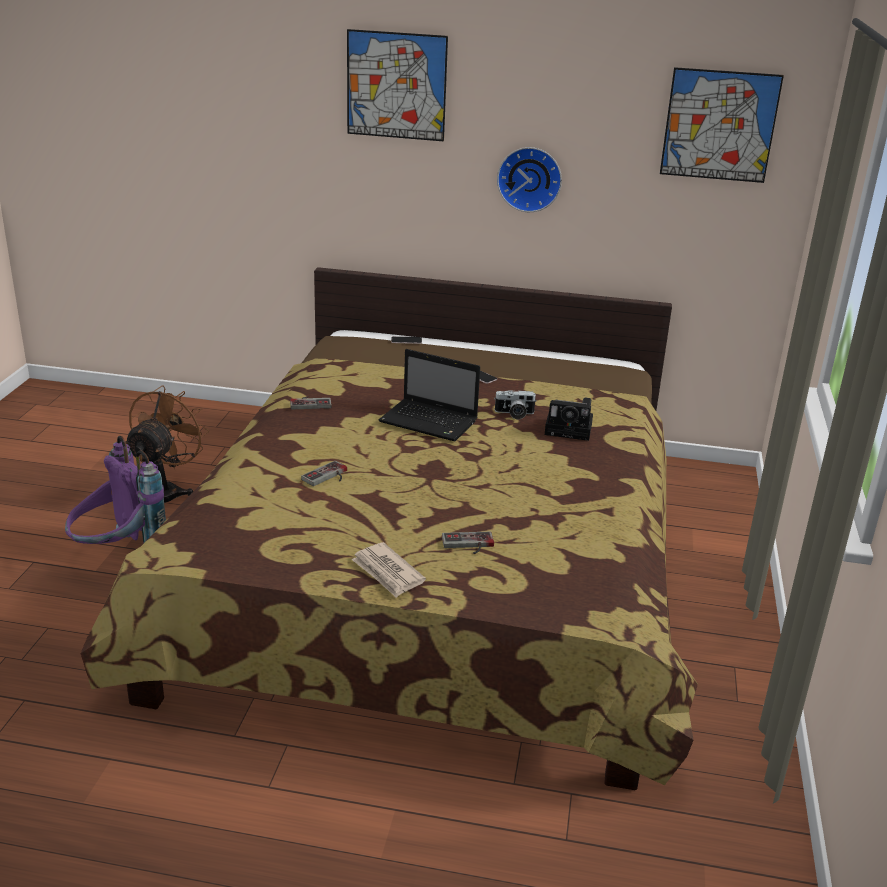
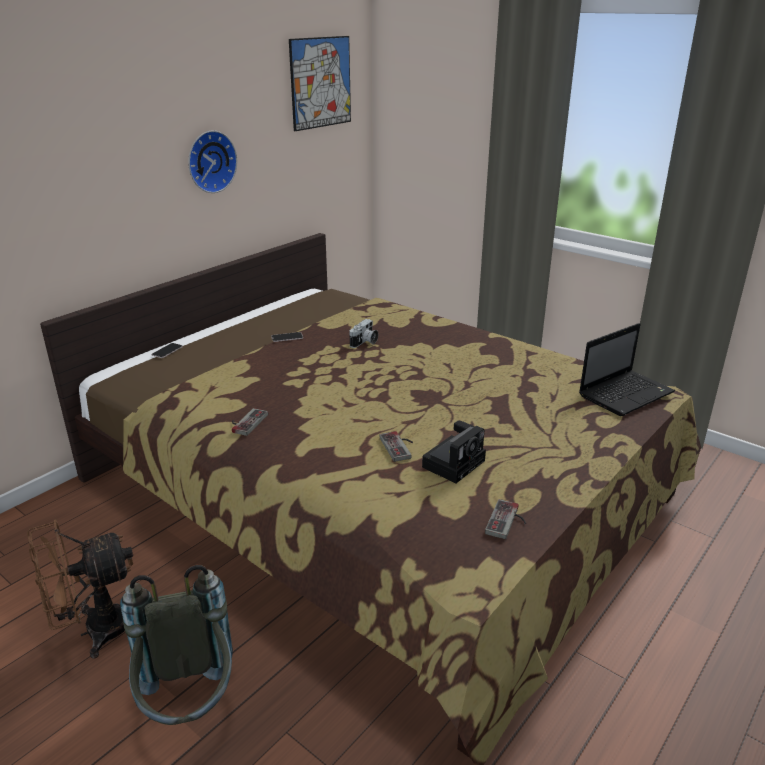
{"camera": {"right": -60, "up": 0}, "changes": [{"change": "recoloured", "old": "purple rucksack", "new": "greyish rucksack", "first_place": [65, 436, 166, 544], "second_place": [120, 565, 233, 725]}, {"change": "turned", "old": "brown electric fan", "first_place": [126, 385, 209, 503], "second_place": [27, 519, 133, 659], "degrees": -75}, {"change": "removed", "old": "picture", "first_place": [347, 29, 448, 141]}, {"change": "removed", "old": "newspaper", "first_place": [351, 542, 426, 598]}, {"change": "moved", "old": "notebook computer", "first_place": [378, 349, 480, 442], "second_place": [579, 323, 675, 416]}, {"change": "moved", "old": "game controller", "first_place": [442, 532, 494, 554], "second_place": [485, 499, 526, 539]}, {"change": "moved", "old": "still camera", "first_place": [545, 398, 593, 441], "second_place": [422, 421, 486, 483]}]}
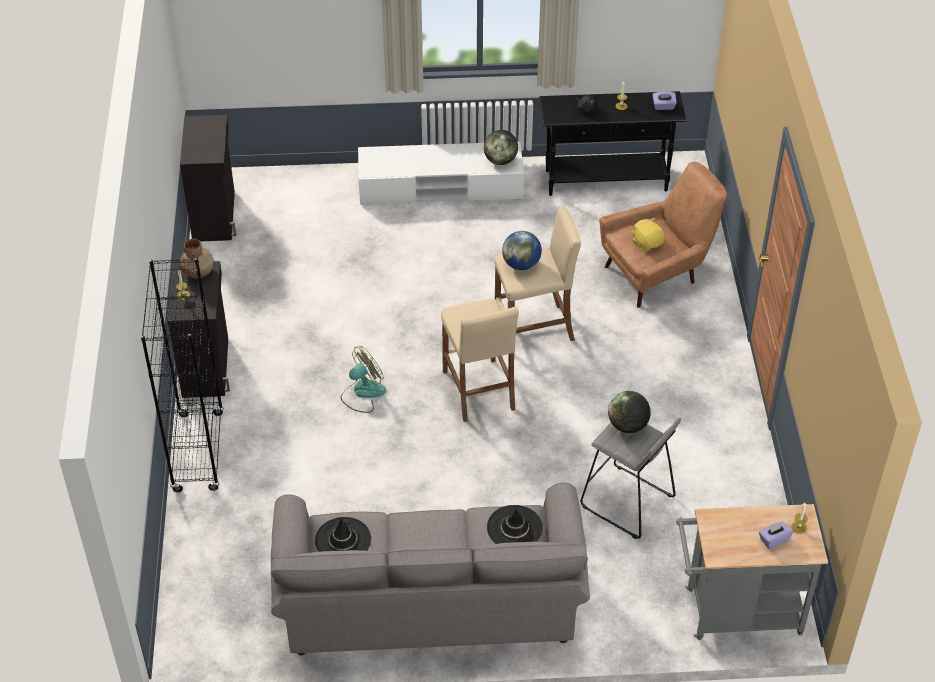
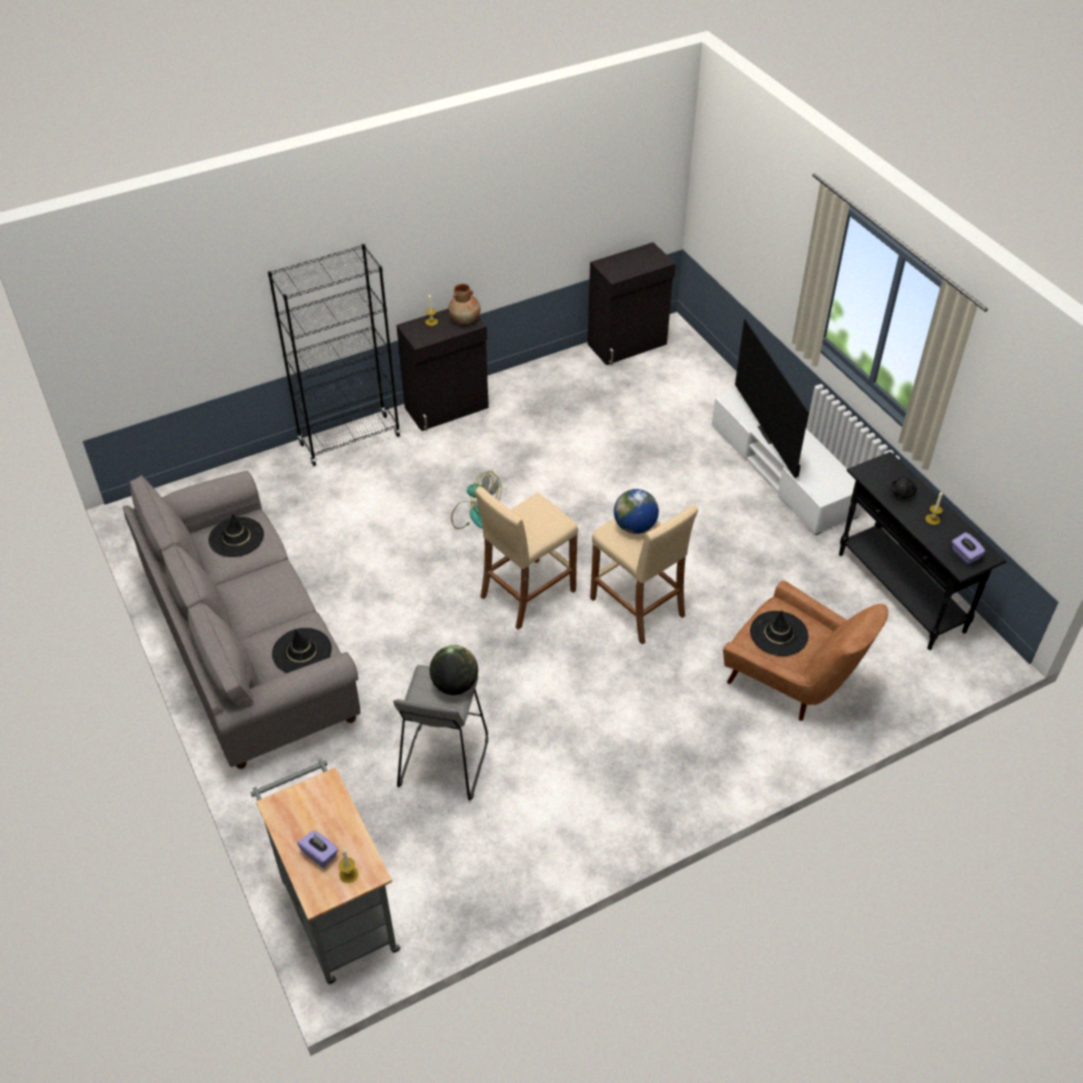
{"camera": {"right": 65, "up": 0}, "changes": [{"change": "removed", "old": "globe", "first_place": [484, 130, 518, 165]}, {"change": "replaced", "old": "yellow-coloured plush toy", "new": "blackish clothing hat", "first_place": [631, 218, 665, 252], "second_place": [750, 611, 808, 656]}, {"change": "added", "new": "TV", "second_place": [735, 319, 809, 478]}]}
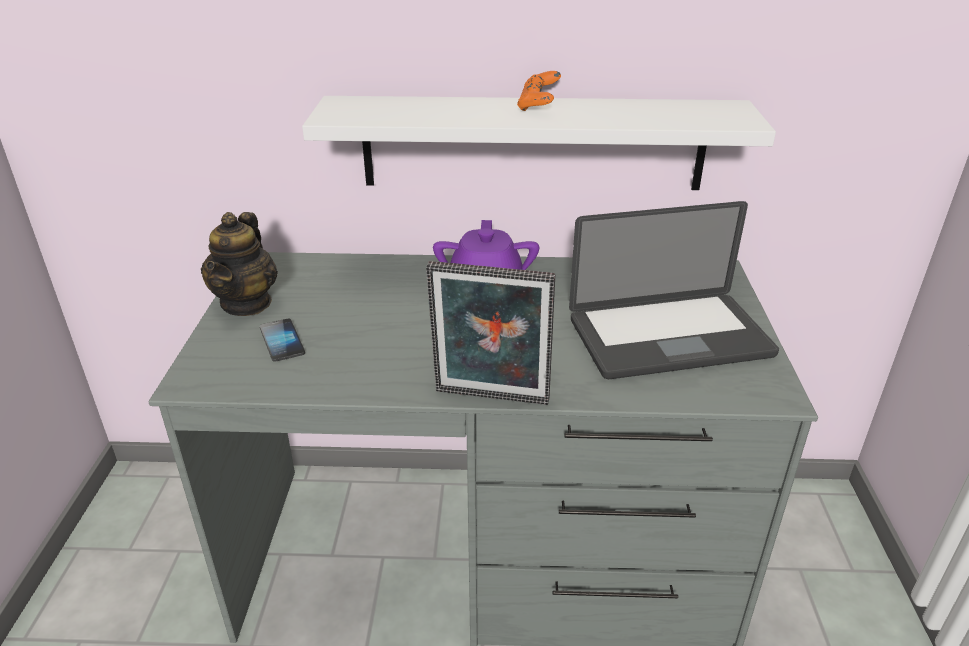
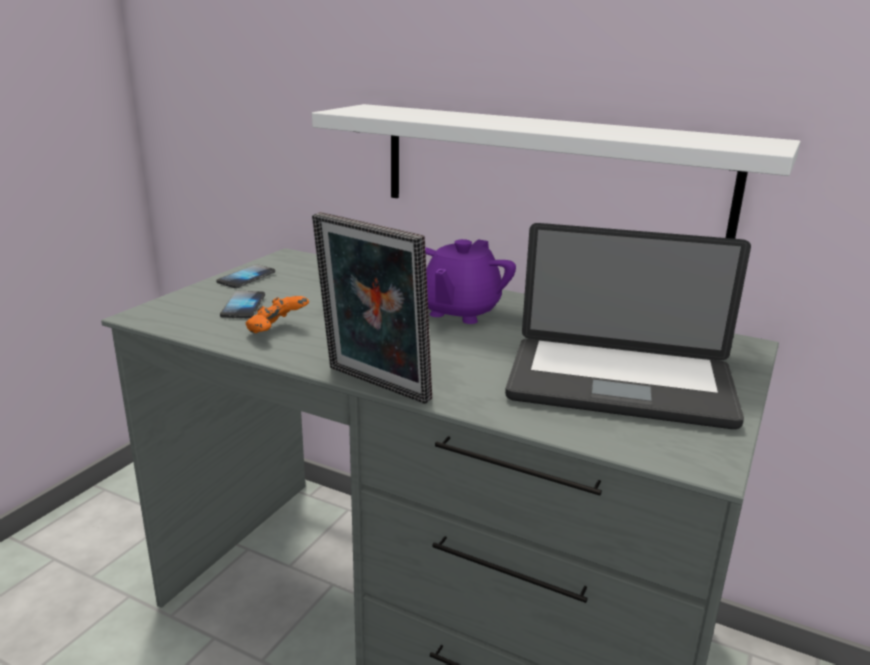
{"camera": {"right": 25, "up": -10}, "changes": [{"change": "replaced", "old": "teapot", "new": "telephone", "first_place": [201, 212, 278, 316], "second_place": [216, 264, 275, 288]}, {"change": "moved", "old": "orange-coloured game controller", "first_place": [517, 71, 561, 111], "second_place": [246, 296, 309, 333]}]}
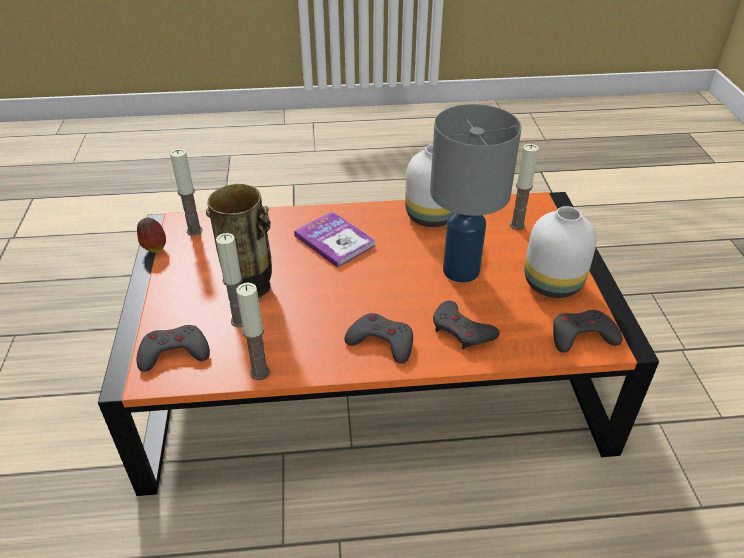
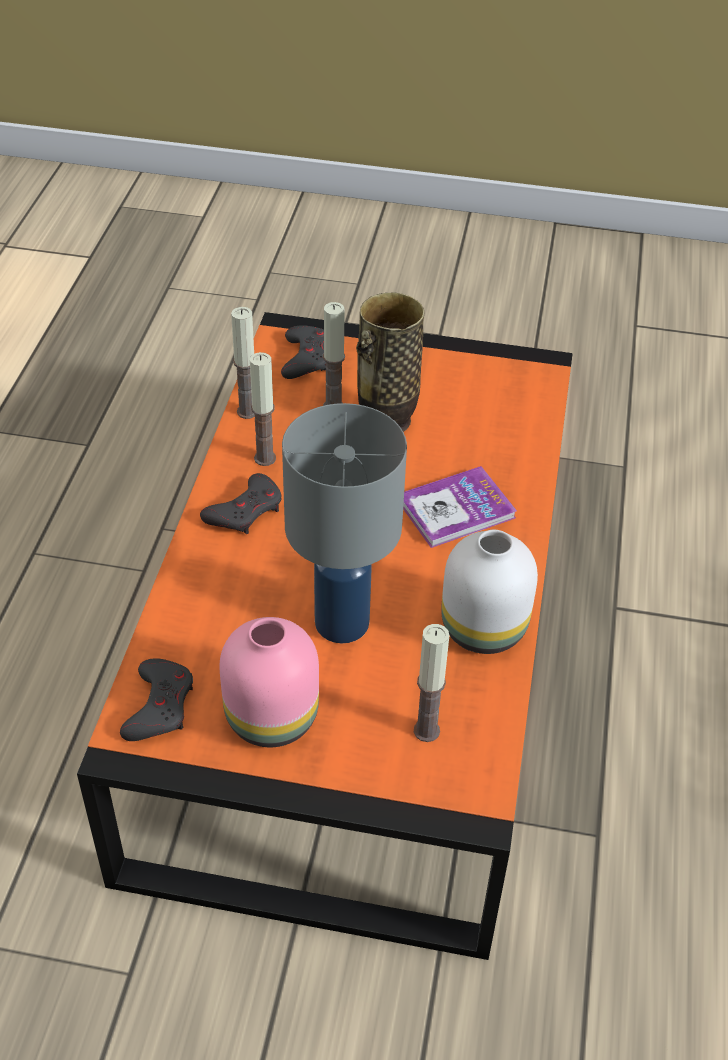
{"camera": {"right": 105, "up": 5}, "changes": [{"change": "removed", "old": "apple", "first_place": [137, 218, 166, 253]}, {"change": "moved", "old": "candle", "first_place": [170, 149, 203, 236], "second_place": [250, 352, 276, 466]}, {"change": "removed", "old": "greyish game controller", "first_place": [433, 300, 500, 349]}, {"change": "recoloured", "old": "white decorative vase", "new": "pink-coloured decorative vase", "first_place": [524, 206, 596, 298], "second_place": [220, 617, 319, 747]}]}
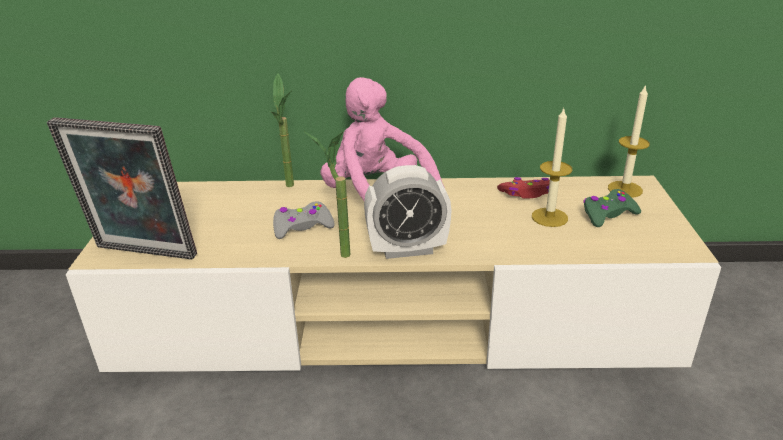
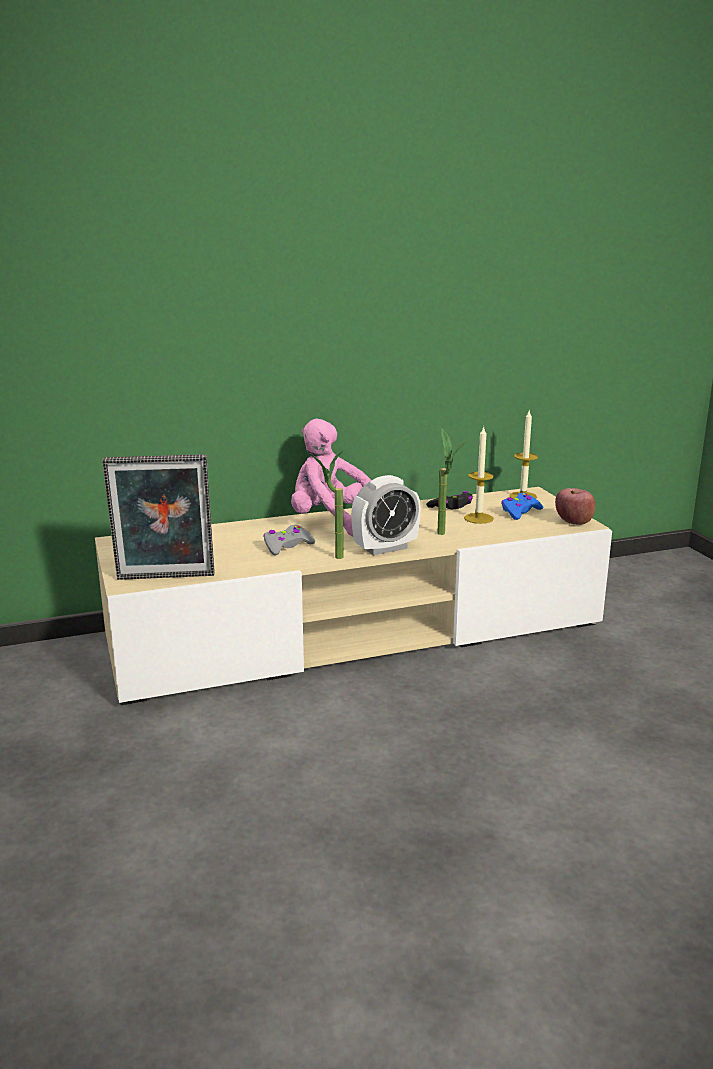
{"camera": {"right": -20, "up": -10}, "changes": [{"change": "moved", "old": "houseplant", "first_place": [270, 73, 294, 187], "second_place": [437, 428, 468, 535]}, {"change": "recoloured", "old": "red-coloured game controller", "new": "blackish game controller", "first_place": [497, 177, 550, 199], "second_place": [426, 491, 473, 509]}, {"change": "recoloured", "old": "greenish game controller", "new": "blue game controller", "first_place": [583, 189, 641, 227], "second_place": [501, 493, 543, 520]}, {"change": "added", "new": "apple", "second_place": [555, 488, 595, 525]}]}
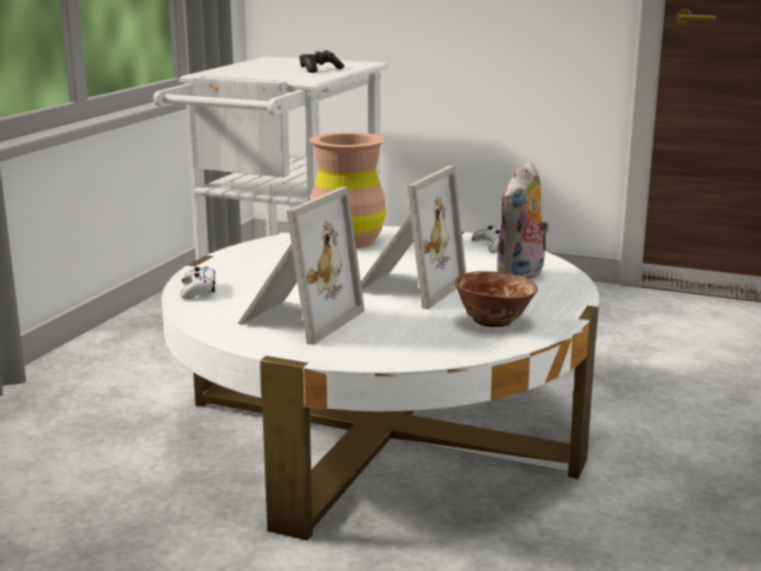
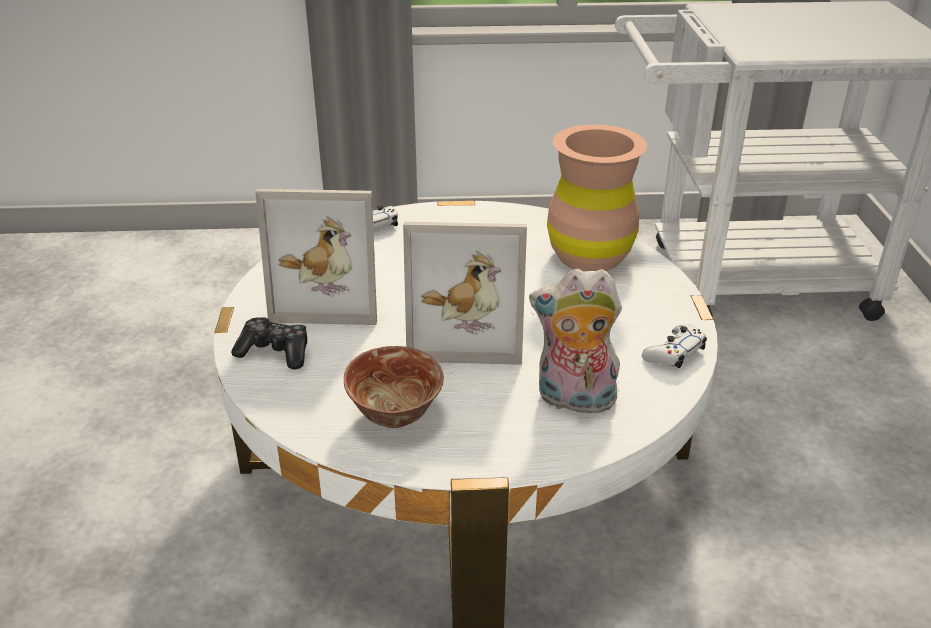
{"camera": {"right": 65, "up": 15}, "changes": [{"change": "moved", "old": "game controller", "first_place": [299, 50, 344, 73], "second_place": [231, 317, 307, 369]}]}
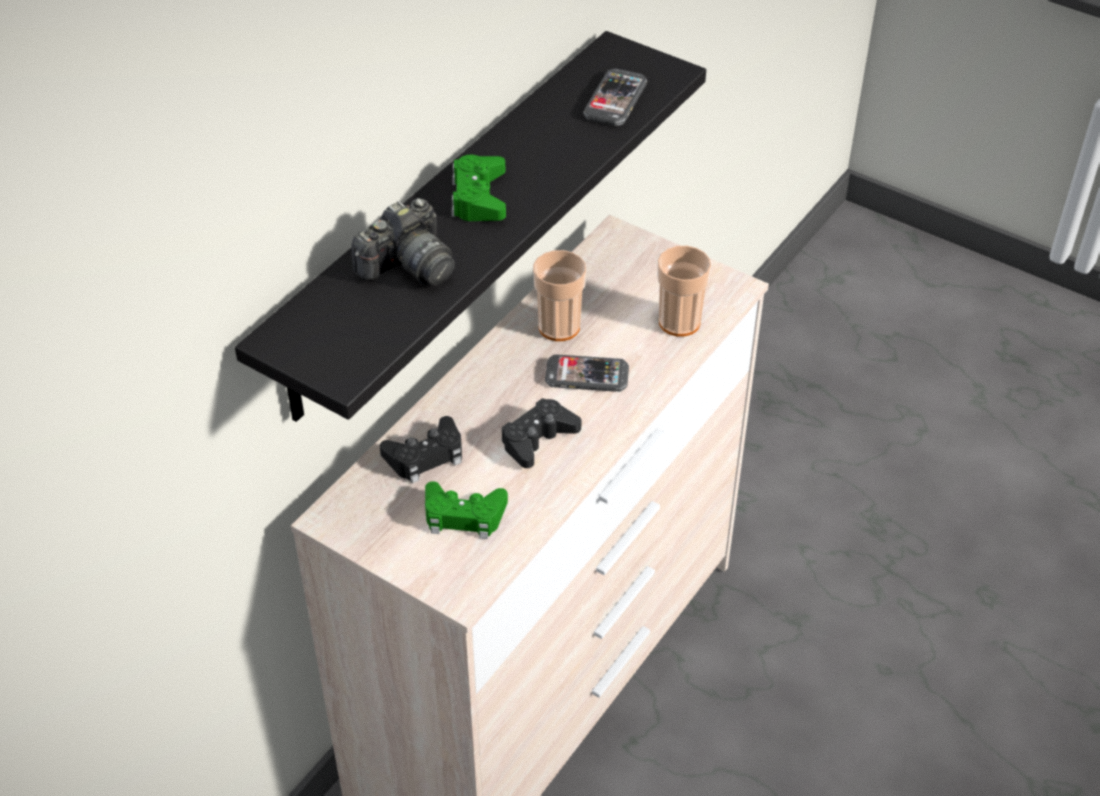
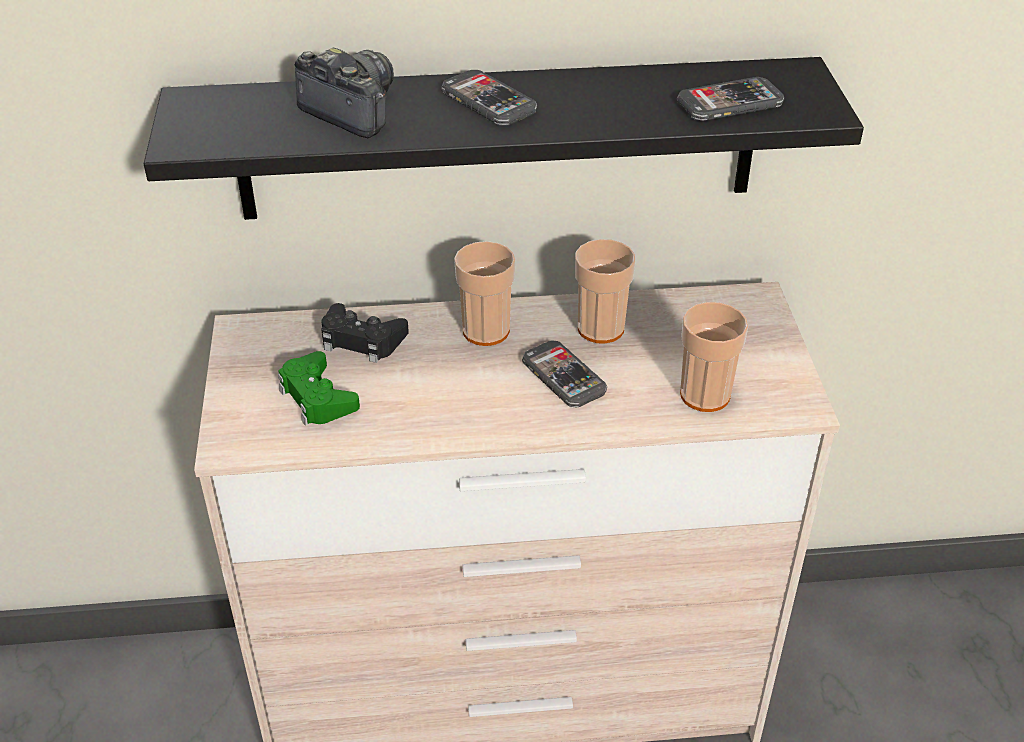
{"camera": {"right": 50, "up": -5}, "changes": [{"change": "turned", "old": "still camera", "first_place": [351, 198, 455, 286], "second_place": [295, 47, 394, 138], "degrees": -150}, {"change": "replaced", "old": "greenish game controller", "new": "telephone", "first_place": [451, 155, 506, 221], "second_place": [441, 70, 537, 126]}, {"change": "removed", "old": "blackish game controller", "first_place": [502, 398, 581, 468]}, {"change": "added", "new": "drinking cup", "second_place": [454, 241, 515, 346]}]}
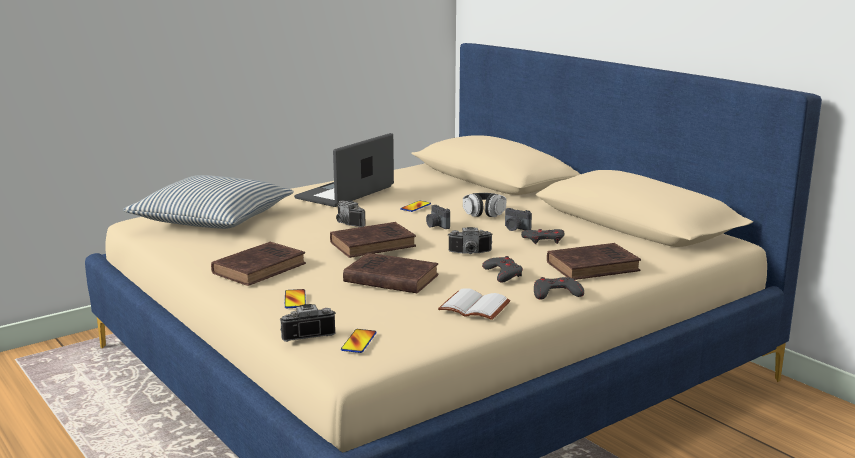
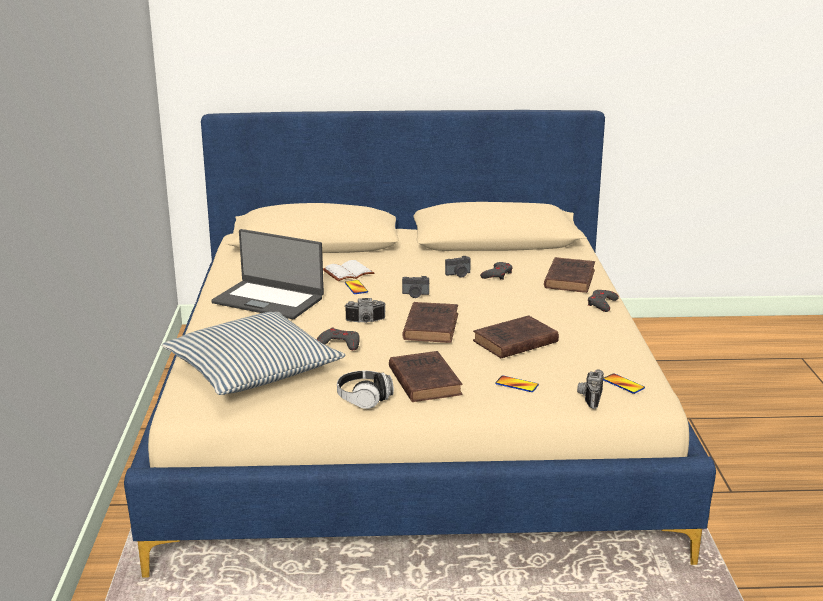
{"camera": {"right": -55, "up": 5}, "changes": [{"change": "turned", "old": "notebook computer", "first_place": [294, 133, 394, 207], "second_place": [211, 229, 324, 319], "degrees": -45}, {"change": "moved", "old": "white bound book", "first_place": [438, 288, 510, 320], "second_place": [323, 260, 374, 281]}, {"change": "removed", "old": "still camera", "first_place": [448, 227, 492, 254]}, {"change": "moved", "old": "pair of headphones", "first_place": [463, 193, 506, 217], "second_place": [337, 371, 394, 409]}, {"change": "moved", "old": "greyish game controller", "first_place": [482, 256, 523, 283], "second_place": [317, 328, 360, 350]}]}
